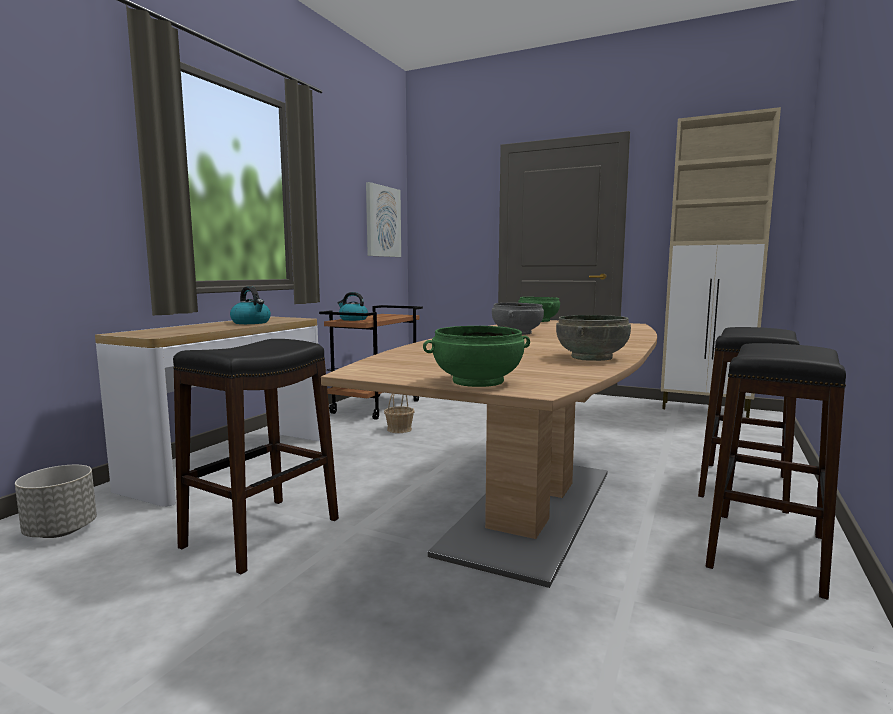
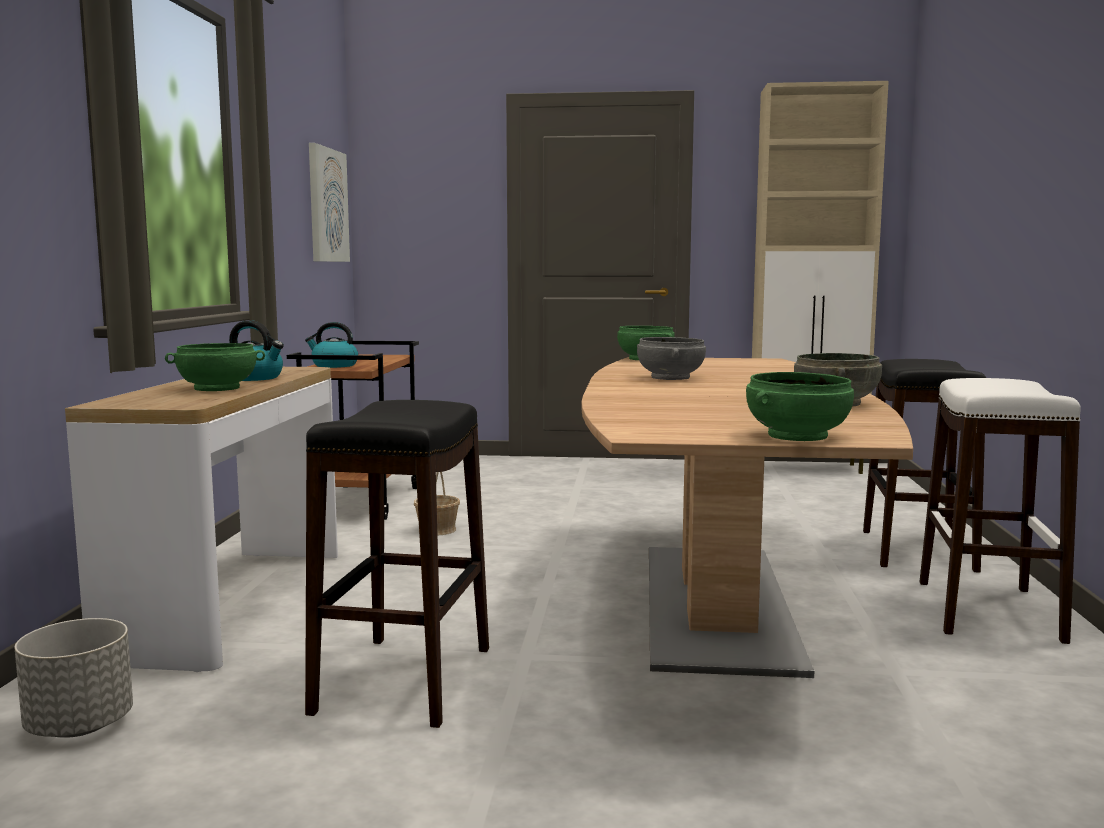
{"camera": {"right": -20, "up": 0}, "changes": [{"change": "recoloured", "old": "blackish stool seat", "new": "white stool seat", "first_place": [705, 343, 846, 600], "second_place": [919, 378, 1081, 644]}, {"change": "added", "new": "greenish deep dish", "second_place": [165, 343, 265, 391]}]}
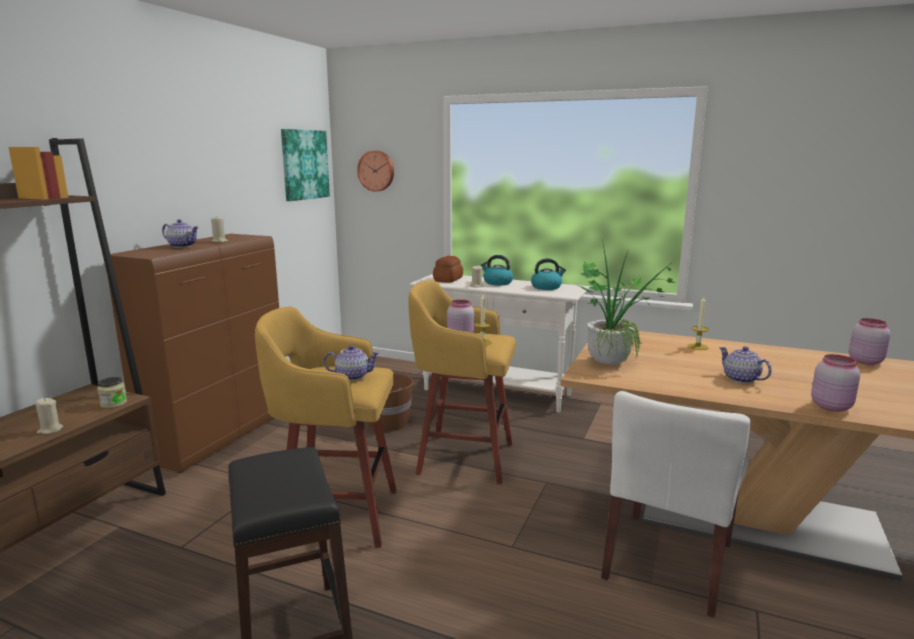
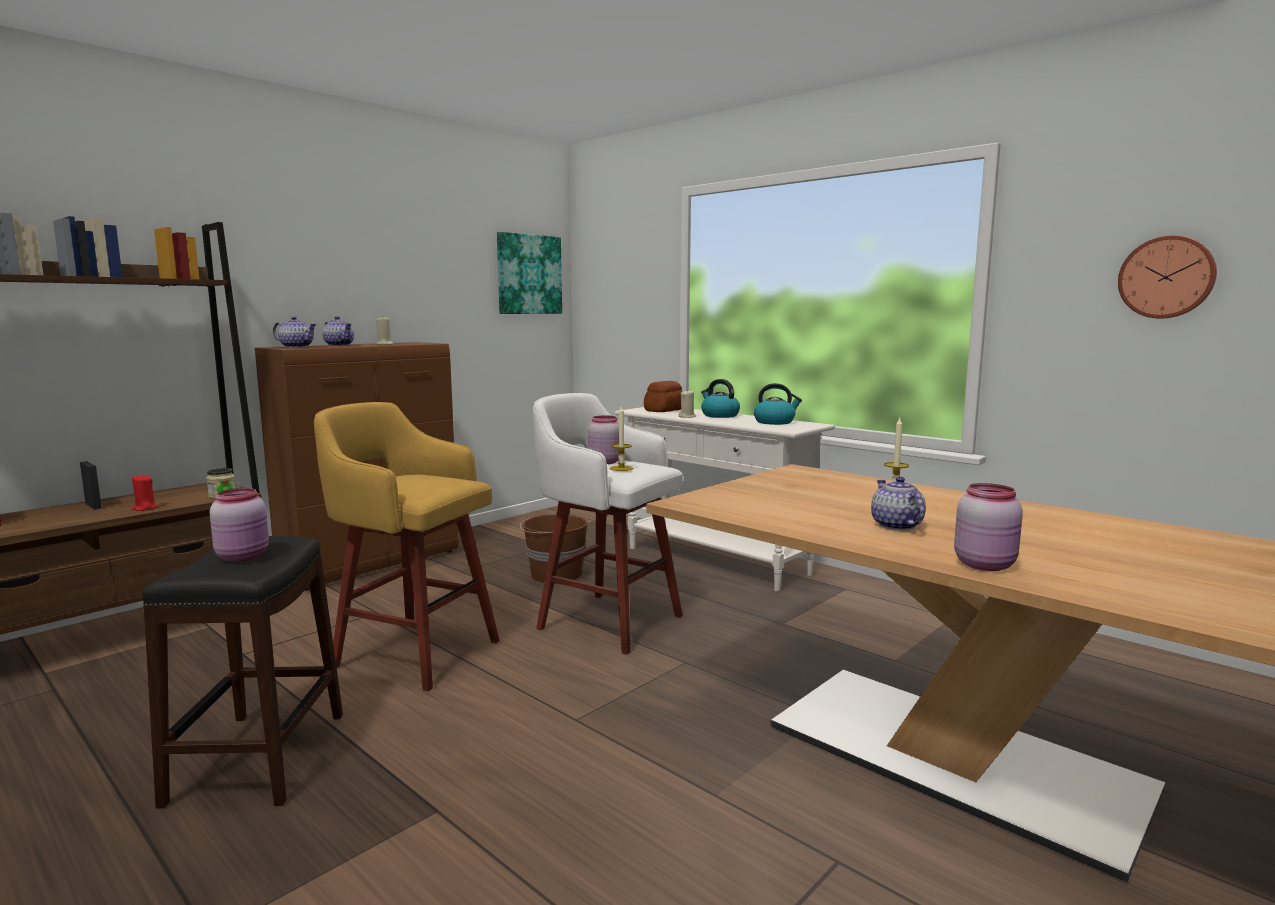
{"camera": {"right": 20, "up": -5}, "changes": [{"change": "recoloured", "old": "beige-coloured candle", "new": "red-coloured candle", "first_place": [35, 398, 63, 434], "second_place": [132, 474, 158, 511]}, {"change": "moved", "old": "teapot", "first_place": [323, 345, 380, 381], "second_place": [273, 316, 317, 348]}, {"change": "moved", "old": "clock on the wall", "first_place": [357, 151, 394, 192], "second_place": [1118, 235, 1217, 319]}, {"change": "recoloured", "old": "yellow-coloured stool seat", "new": "white stool seat", "first_place": [408, 280, 516, 484], "second_place": [533, 393, 683, 655]}, {"change": "removed", "old": "houseplant", "first_place": [580, 240, 675, 365]}, {"change": "removed", "old": "white upright chair", "first_place": [601, 391, 751, 618]}, {"change": "moved", "old": "pink-coloured storage jar", "first_place": [849, 318, 890, 365], "second_place": [210, 488, 269, 562]}]}
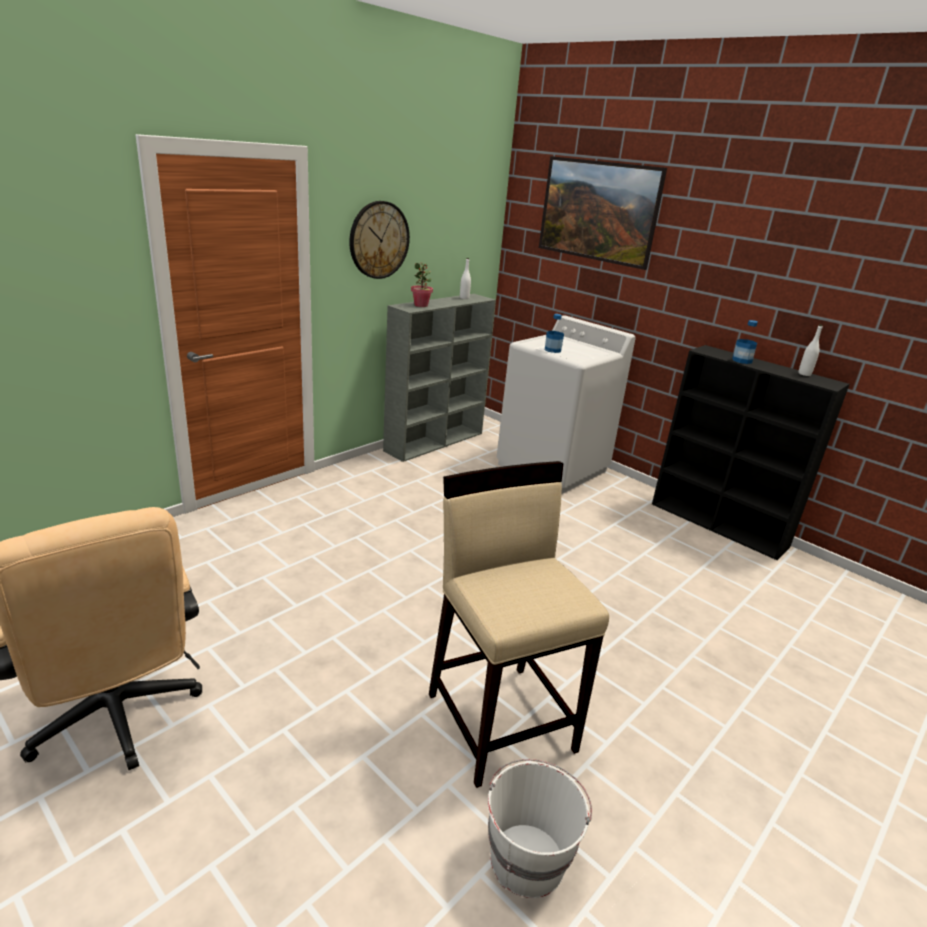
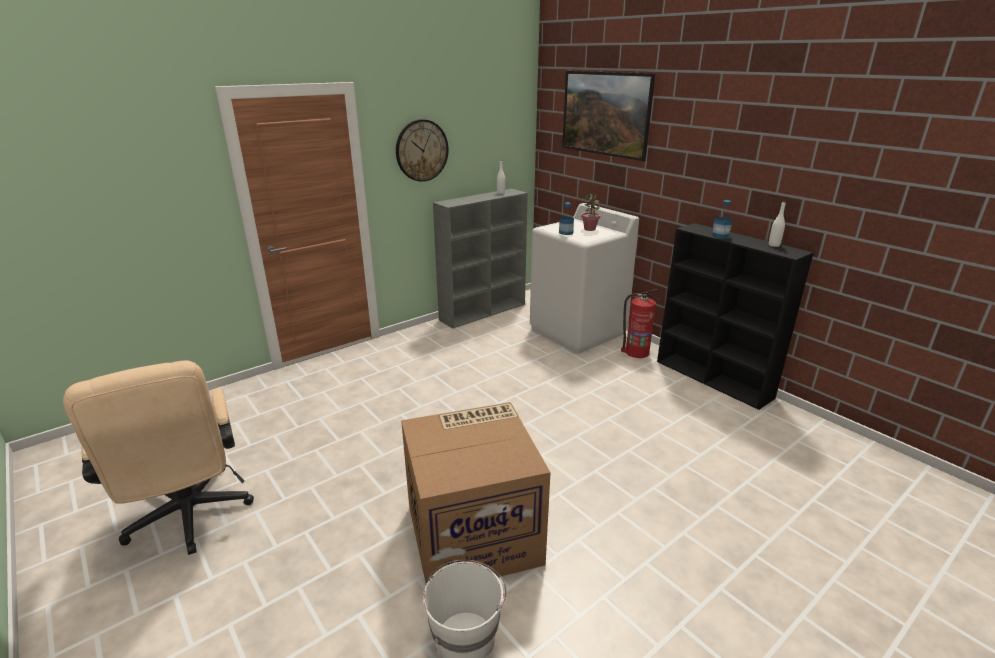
{"camera": {"right": 10, "up": 0}, "changes": [{"change": "moved", "old": "houseplant", "first_place": [411, 262, 433, 307], "second_place": [581, 194, 600, 231]}, {"change": "replaced", "old": "beige-coloured stool seat", "new": "cardboard box", "first_place": [429, 461, 609, 788], "second_place": [401, 402, 551, 584]}, {"change": "added", "new": "fire extinguisher", "second_place": [621, 289, 660, 358]}]}
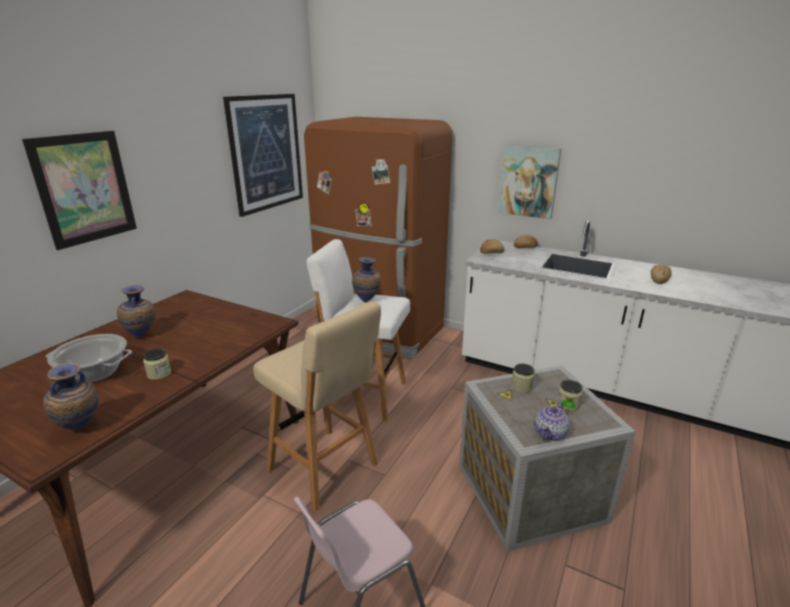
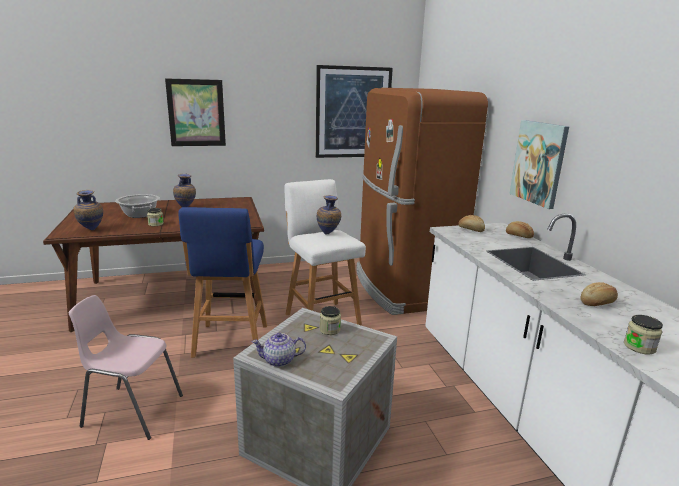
{"camera": {"right": 45, "up": -5}, "changes": [{"change": "recoloured", "old": "beige-coloured stool seat", "new": "blue stool seat", "first_place": [253, 301, 381, 512], "second_place": [178, 207, 267, 358]}, {"change": "moved", "old": "storage jar", "first_place": [557, 380, 583, 411], "second_place": [624, 315, 663, 355]}]}
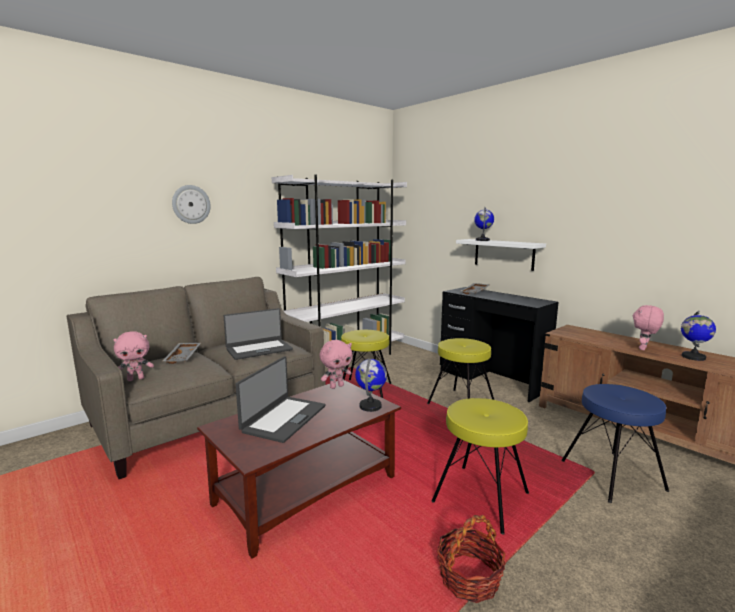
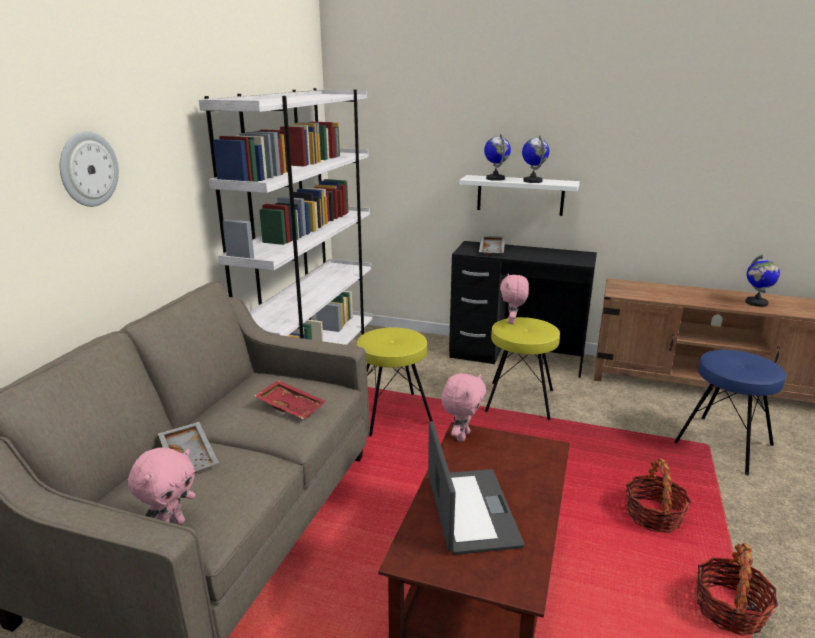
{"camera": {"right": -30, "up": 10}, "changes": [{"change": "replaced", "old": "notebook computer", "new": "red-coloured carrying tray", "first_place": [224, 308, 293, 360], "second_place": [254, 380, 326, 419]}, {"change": "moved", "old": "globe", "first_place": [355, 358, 387, 412], "second_place": [522, 135, 549, 183]}, {"change": "replaced", "old": "yellow-coloured stool seat", "new": "household basket", "first_place": [432, 398, 529, 535], "second_place": [626, 458, 691, 533]}, {"change": "moved", "old": "pink-coloured plush toy", "first_place": [633, 305, 664, 350], "second_place": [500, 274, 529, 324]}]}
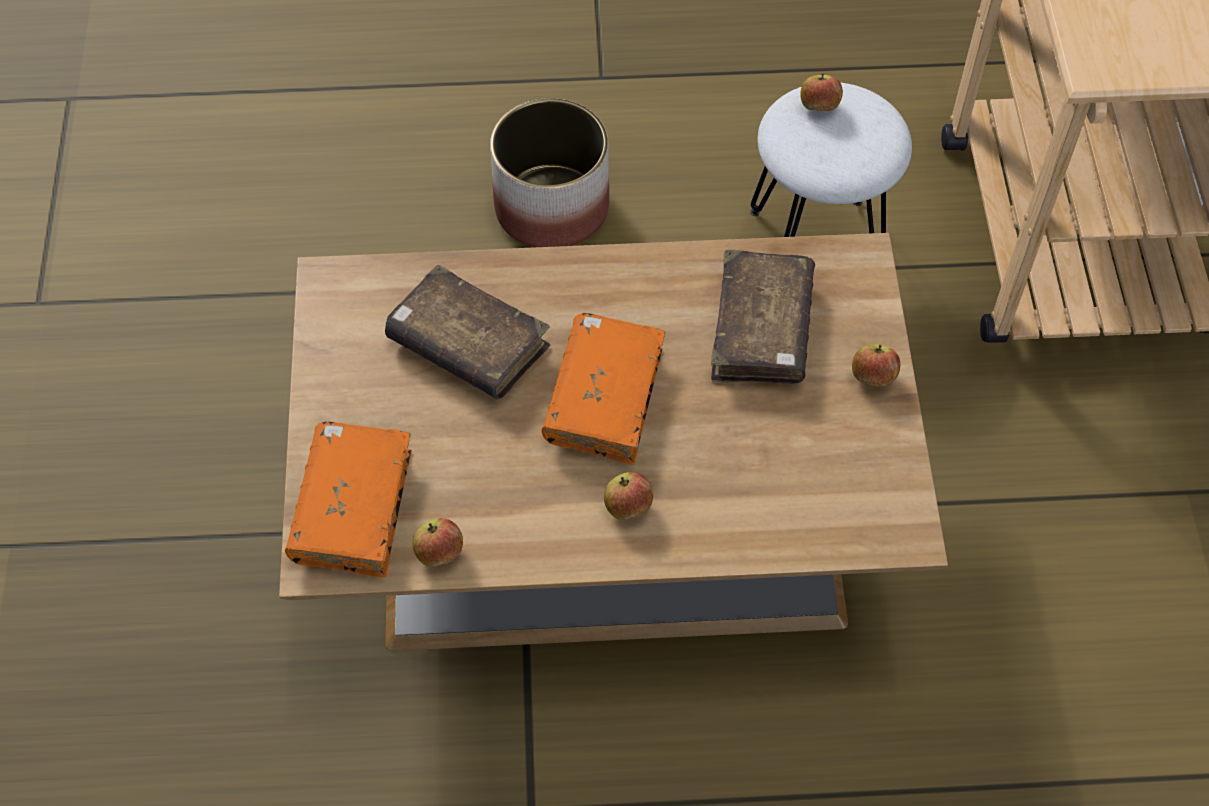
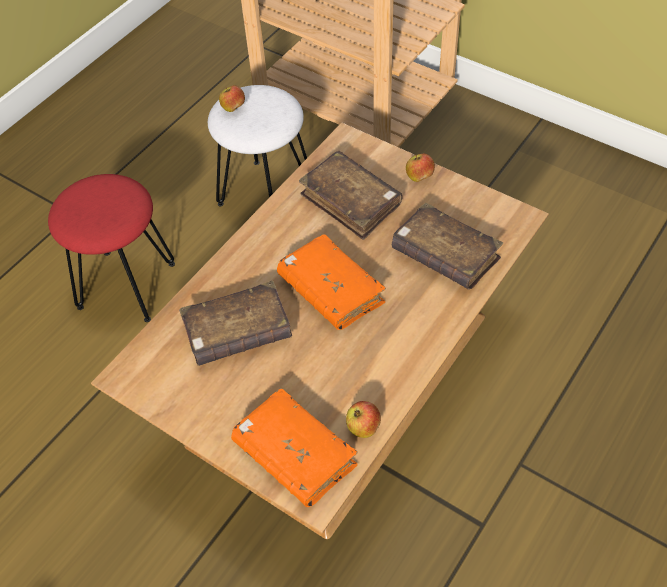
{"camera": {"right": -50, "up": -5}, "changes": [{"change": "replaced", "old": "flower pot", "new": "red-coloured stool seat", "first_place": [490, 98, 609, 247], "second_place": [48, 174, 175, 322]}, {"change": "removed", "old": "apple", "first_place": [604, 472, 653, 520]}, {"change": "added", "new": "brown bound book", "second_place": [392, 203, 503, 290]}]}
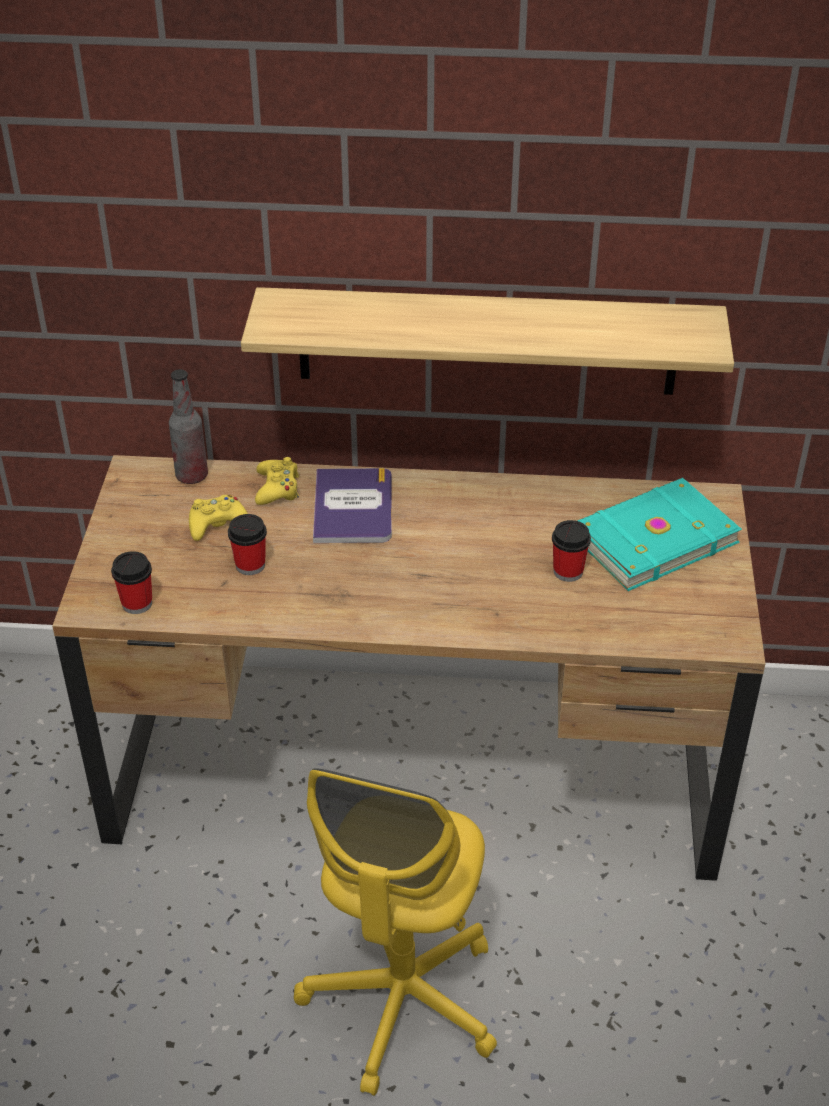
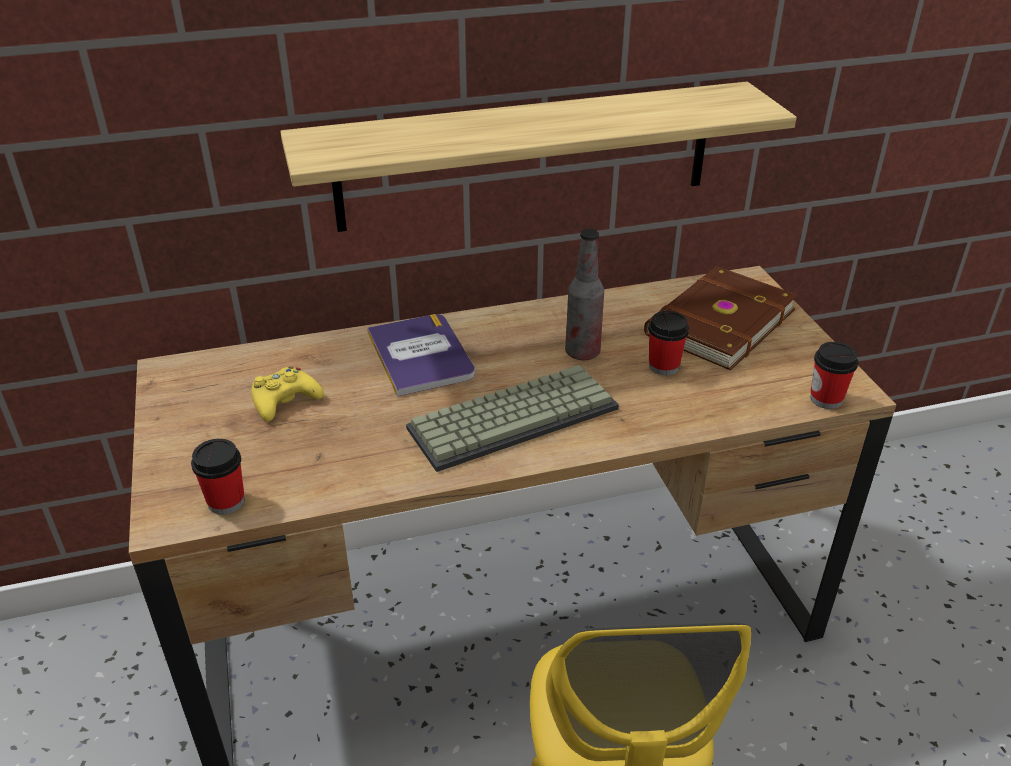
{"camera": {"right": -20, "up": -5}, "changes": [{"change": "moved", "old": "beverage bottle", "first_place": [169, 369, 208, 484], "second_place": [565, 229, 604, 360]}, {"change": "moved", "old": "drinking cup", "first_place": [228, 514, 267, 575], "second_place": [810, 342, 858, 409]}, {"change": "removed", "old": "yellow-coloured game controller", "first_place": [255, 457, 299, 505]}, {"change": "recoloured", "old": "blue-green bound book", "new": "brown bound book", "first_place": [577, 478, 742, 591], "second_place": [644, 266, 798, 371]}, {"change": "added", "new": "keyboard", "second_place": [406, 365, 619, 472]}]}
